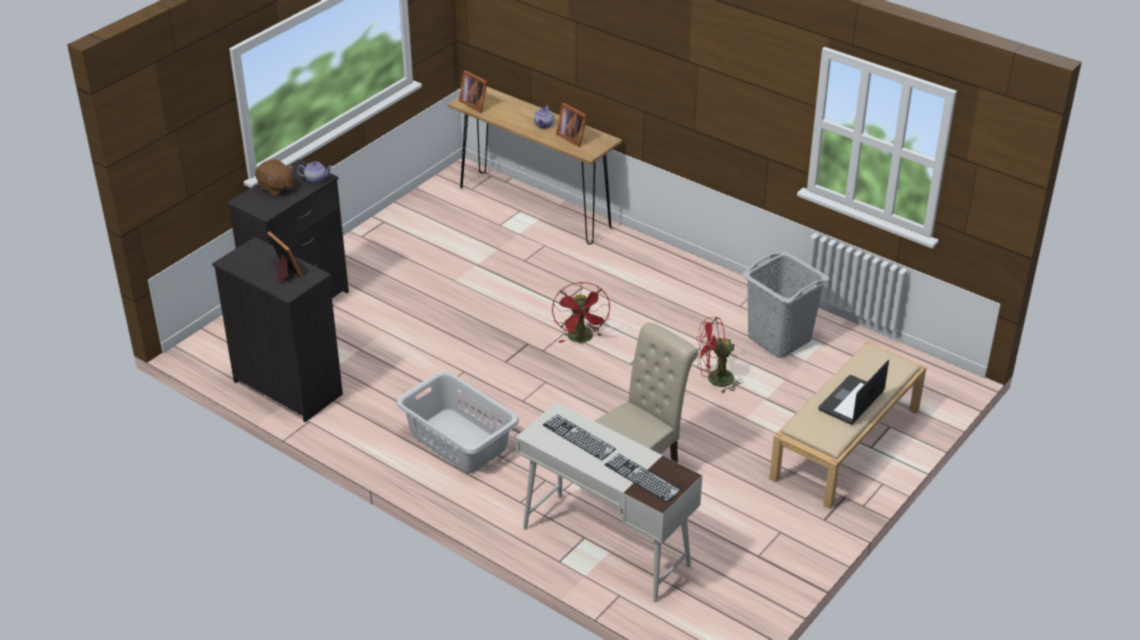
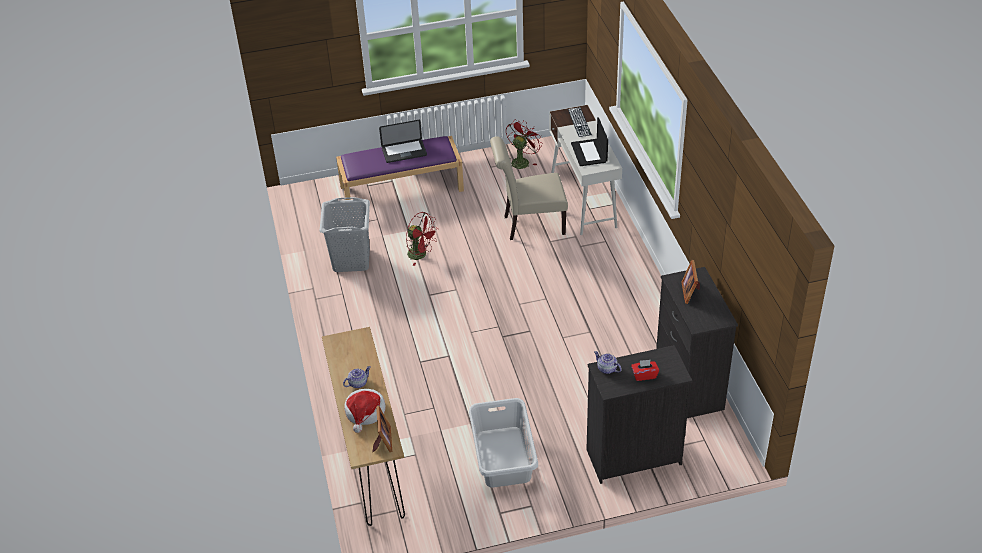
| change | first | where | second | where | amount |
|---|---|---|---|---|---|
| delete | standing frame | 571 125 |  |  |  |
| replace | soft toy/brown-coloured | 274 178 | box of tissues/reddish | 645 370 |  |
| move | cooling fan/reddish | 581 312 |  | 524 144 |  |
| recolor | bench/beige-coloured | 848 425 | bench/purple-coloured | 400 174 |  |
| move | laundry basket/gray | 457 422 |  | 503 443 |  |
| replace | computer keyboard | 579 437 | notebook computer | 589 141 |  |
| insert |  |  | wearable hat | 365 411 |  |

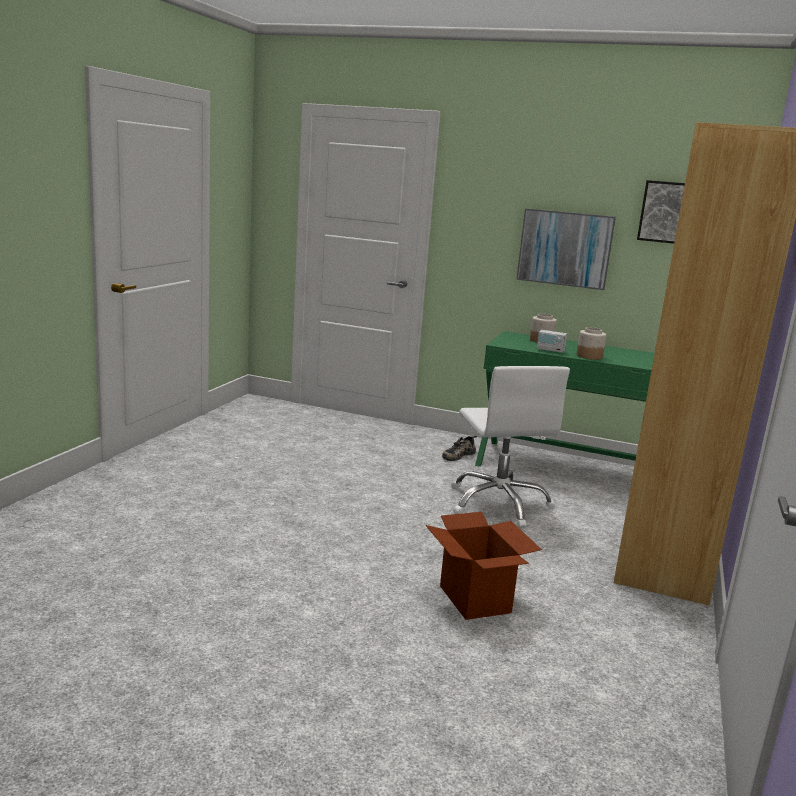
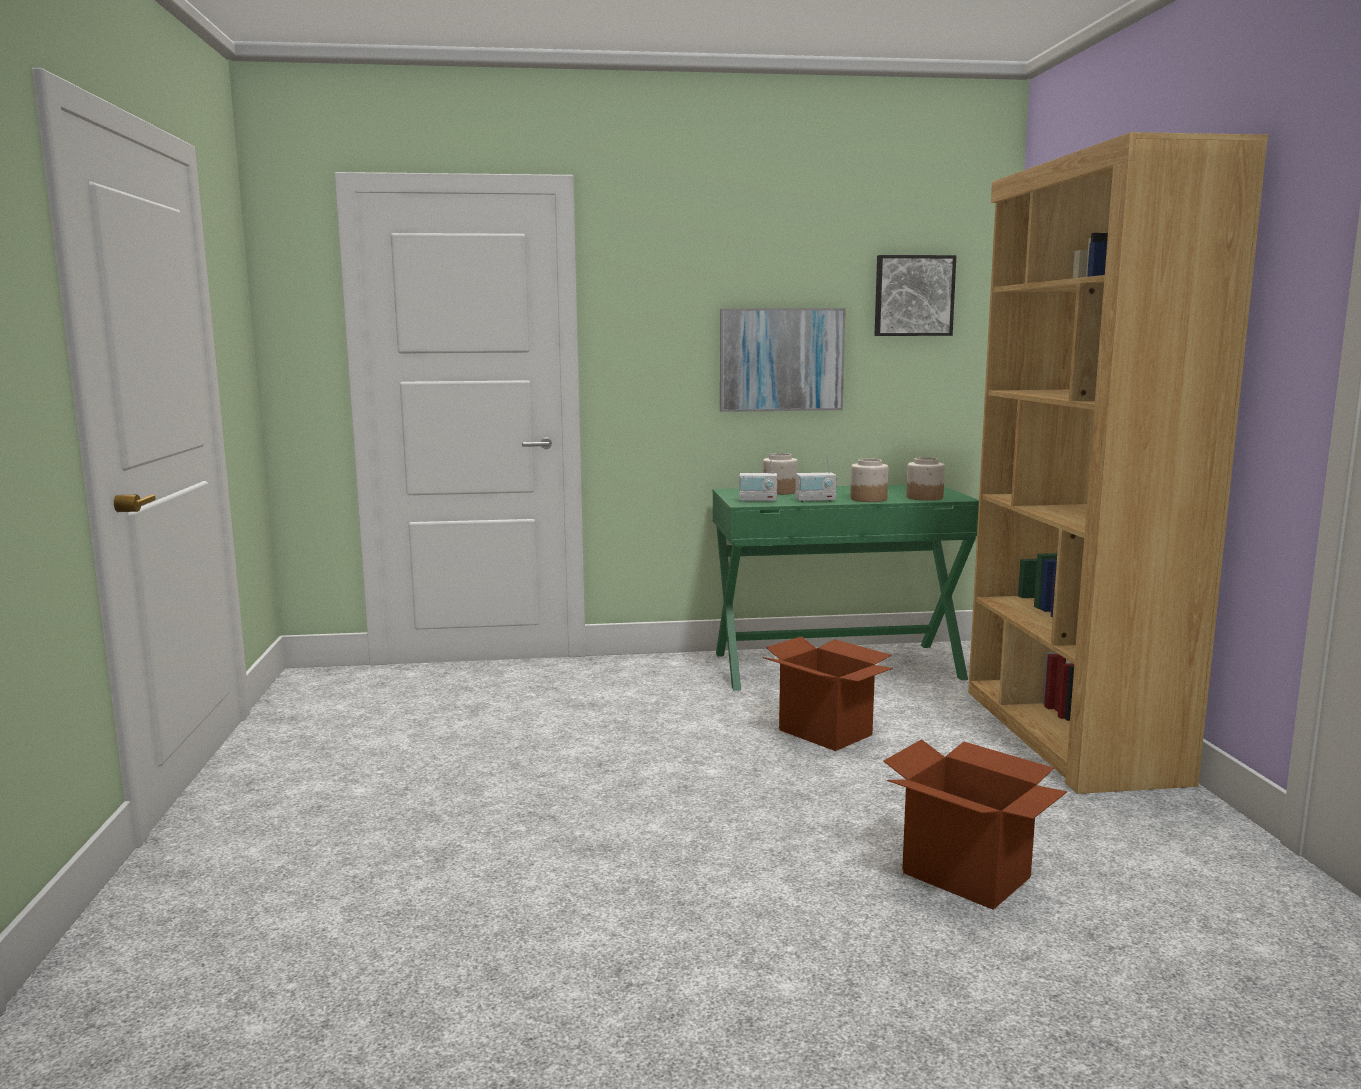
| change | first | where | second | where | amount |
|---|---|---|---|---|---|
| replace | computer chair/white | 510 447 | packing box | 827 693 |  |
| delete | low shoe | 459 448 |  |  |  |
| insert |  |  | radio | 758 478 |  |
| insert |  |  | jar | 925 479 |  |

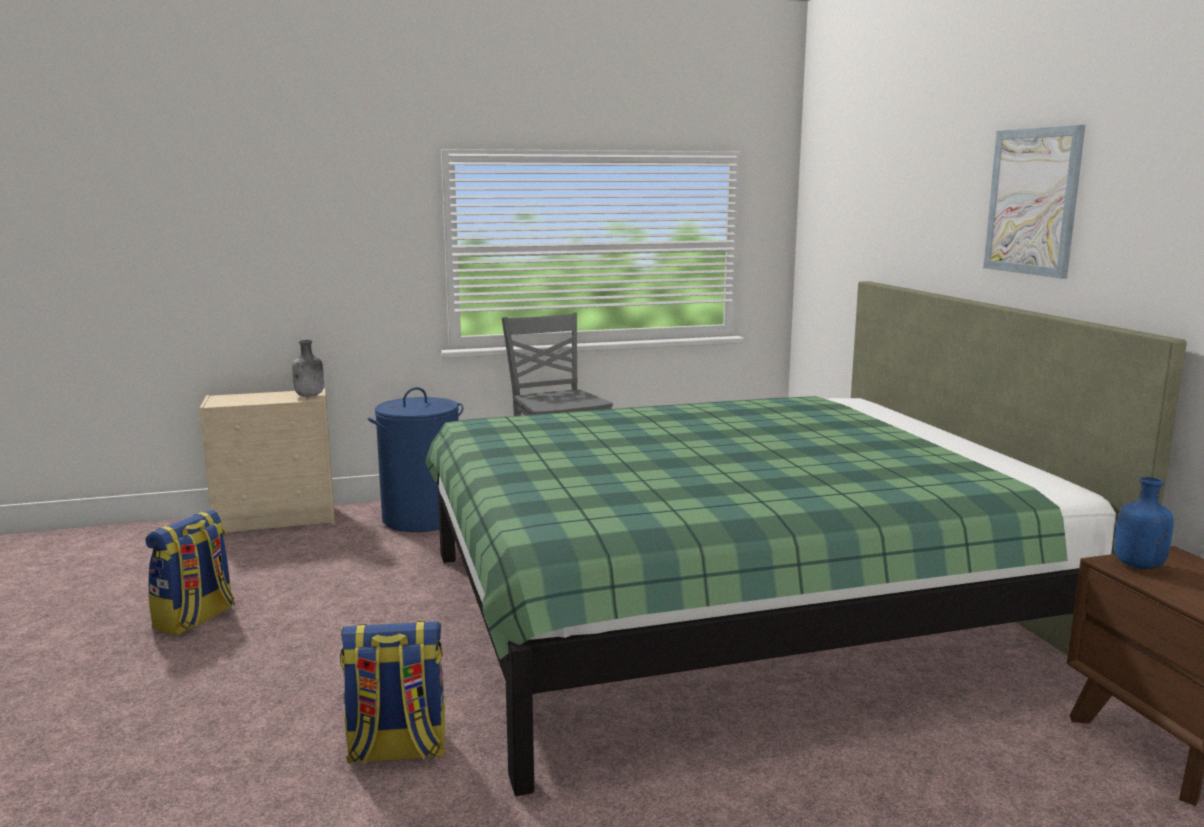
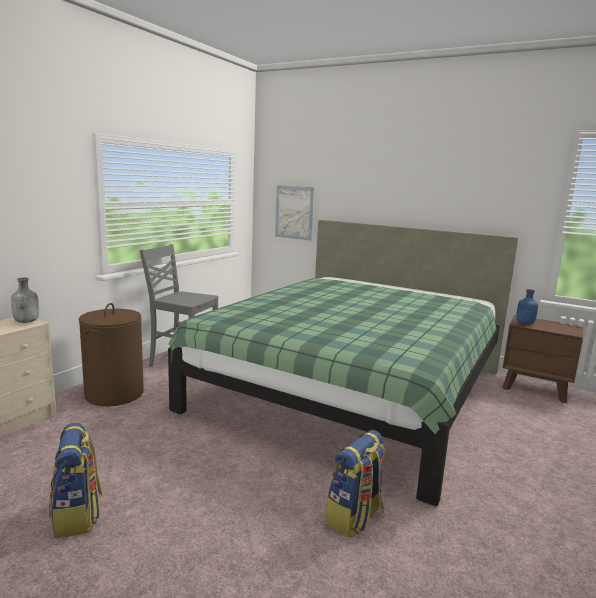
| change | first | where | second | where | amount |
|---|---|---|---|---|---|
| move | wall art | 1034 202 |  | 295 213 |  |
| recolor | laundry basket/blue-coloured | 416 459 | laundry basket/brown-coloured | 111 354 |  |

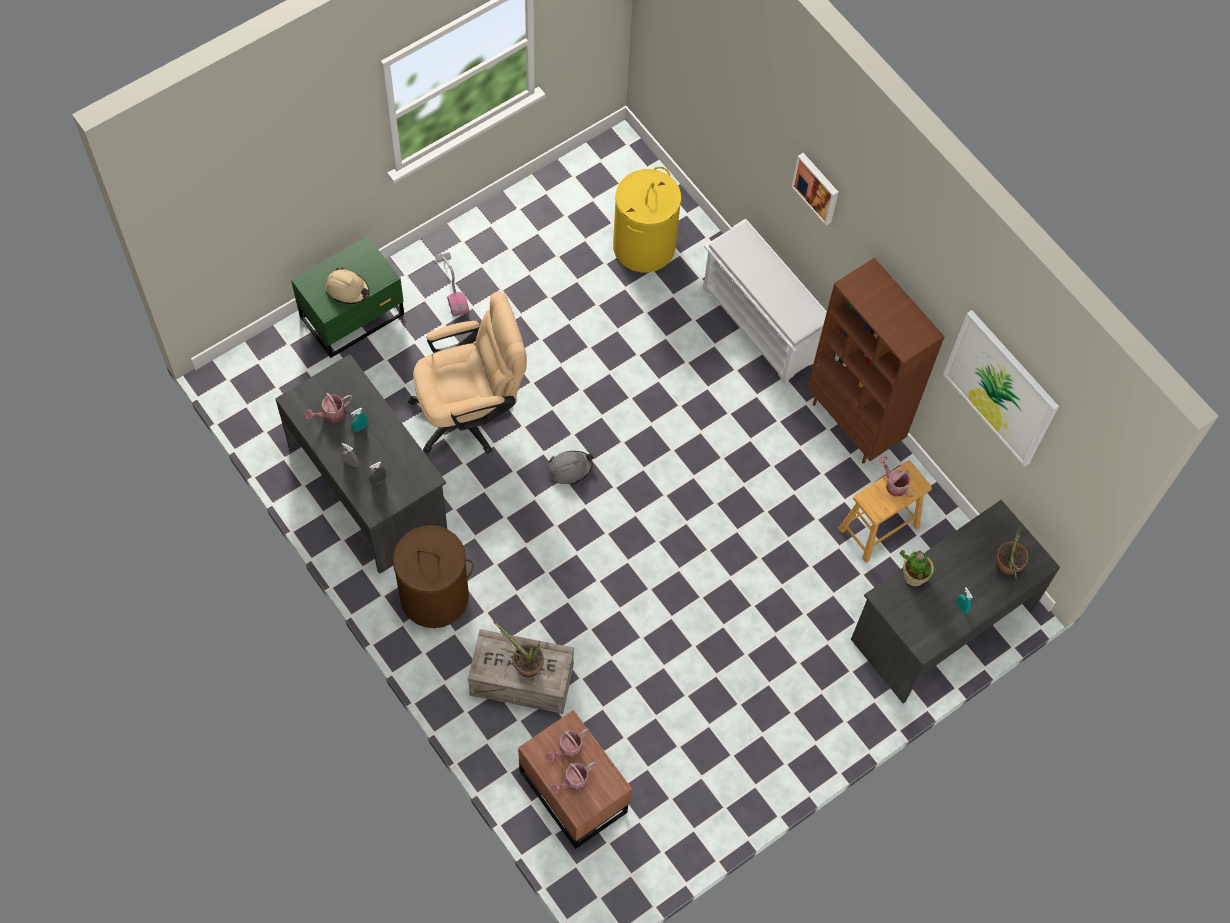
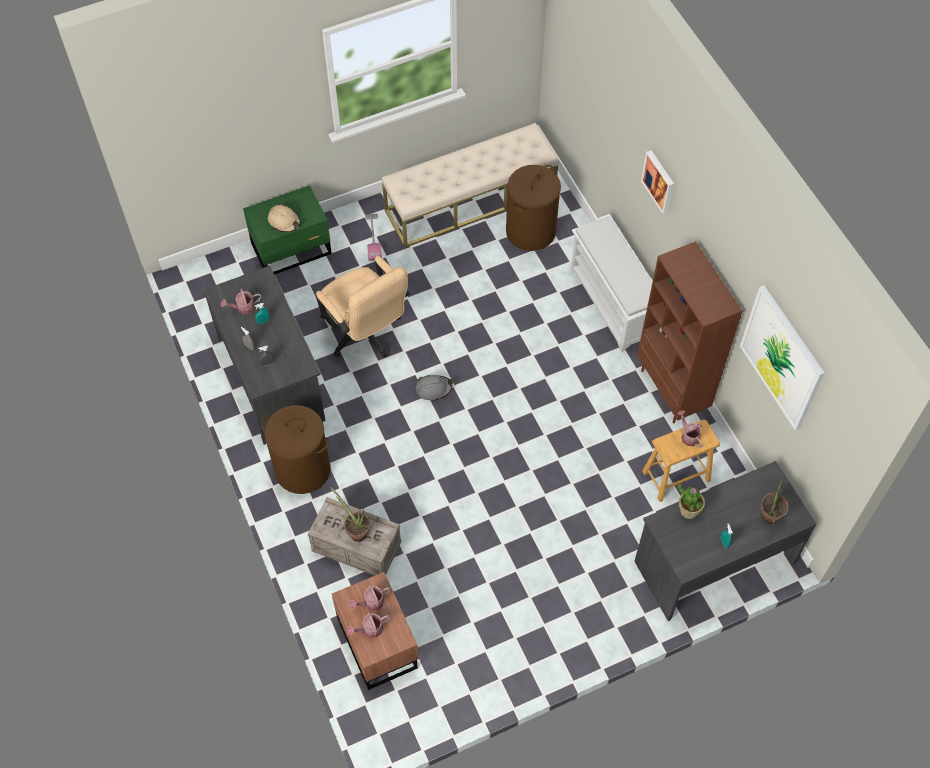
| change | first | where | second | where | amount |
|---|---|---|---|---|---|
| recolor | laundry basket/yellowish | 647 219 | laundry basket/brown-coloured | 533 208 |  |
| rotate | computer chair/beige-coloured | 467 373 |  | 363 307 | 60 degrees clockwise |
| insert |  |  | bench/beige-coloured | 470 185 |  |

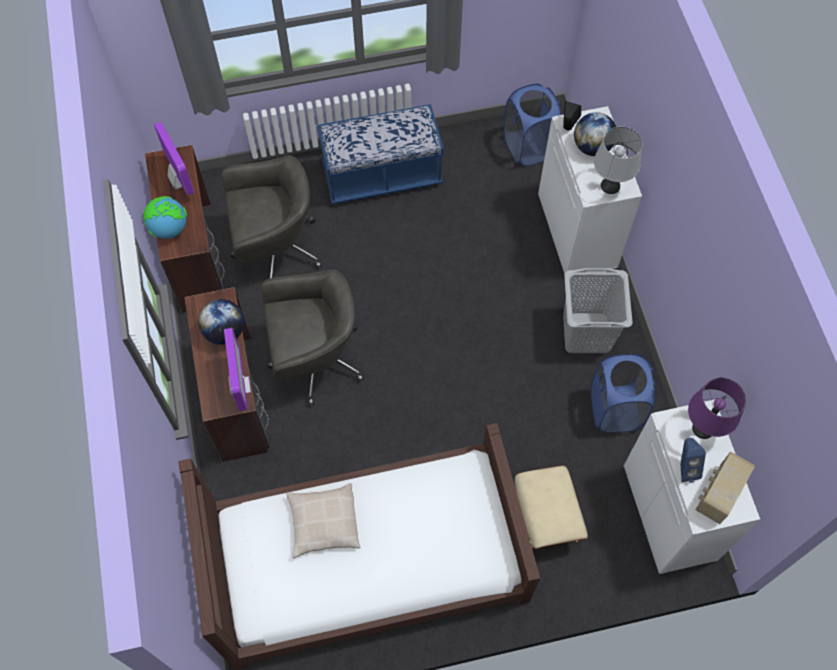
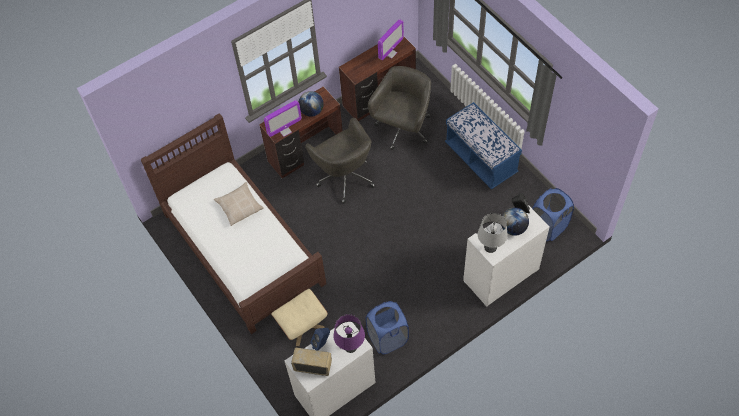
| change | first | where | second | where | amount |
|---|---|---|---|---|---|
| rotate | computer chair/gray | 271 216 |  | 399 108 | 120 degrees counterclockwise |
| delete | world globe | 165 217 |  |  |  |
| delete | laundry basket/gray | 598 310 |  |  |  |

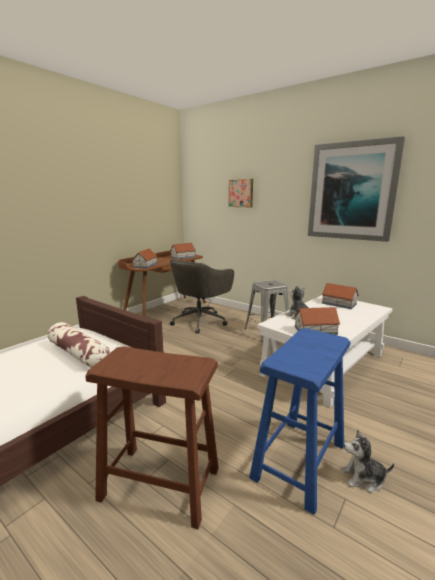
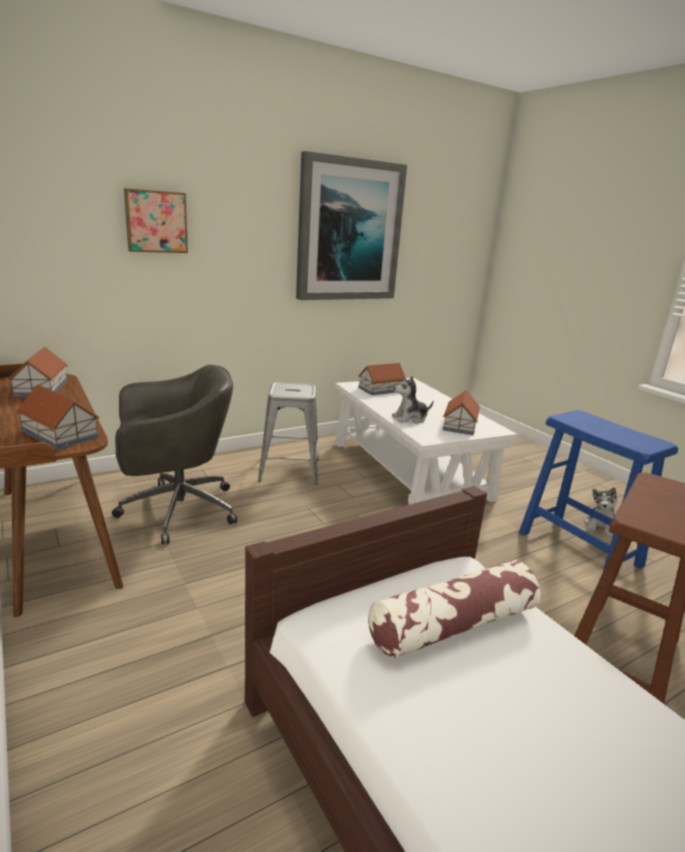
| change | first | where | second | where | amount |
|---|---|---|---|---|---|
| rotate | computer chair/gray | 202 296 |  | 174 454 | 75 degrees counterclockwise |

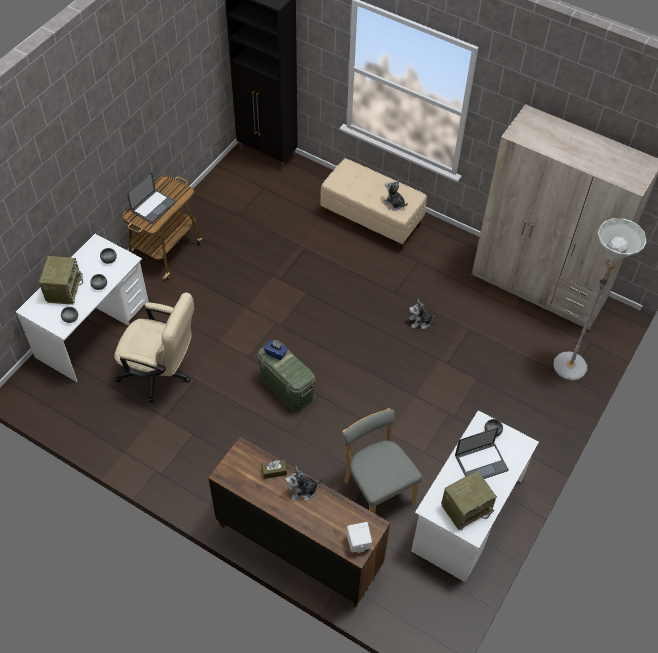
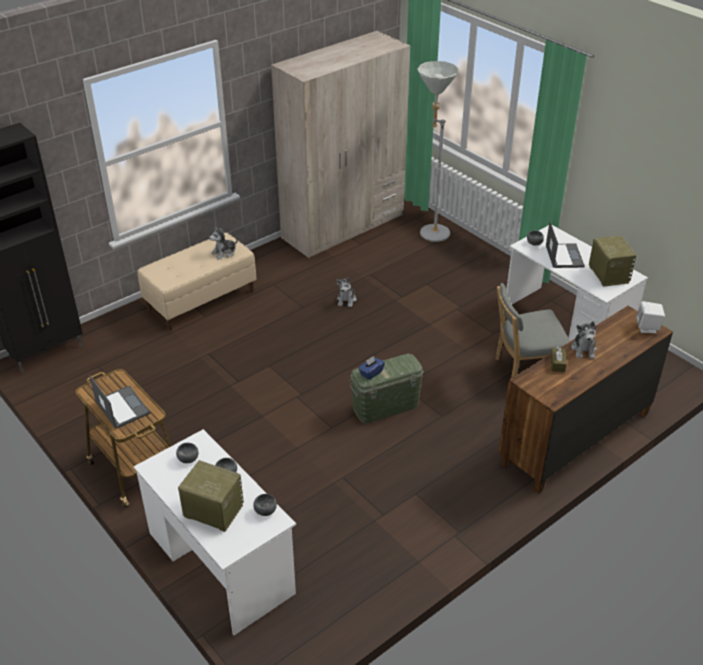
| change | first | where | second | where | amount |
|---|---|---|---|---|---|
| delete | computer chair/beige-coloured | 154 347 |  |  |  |

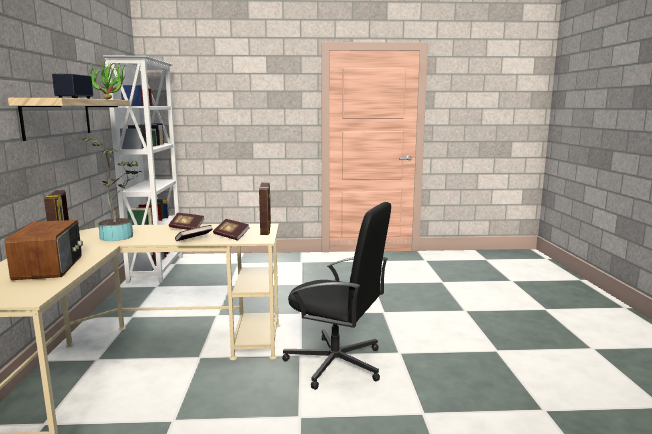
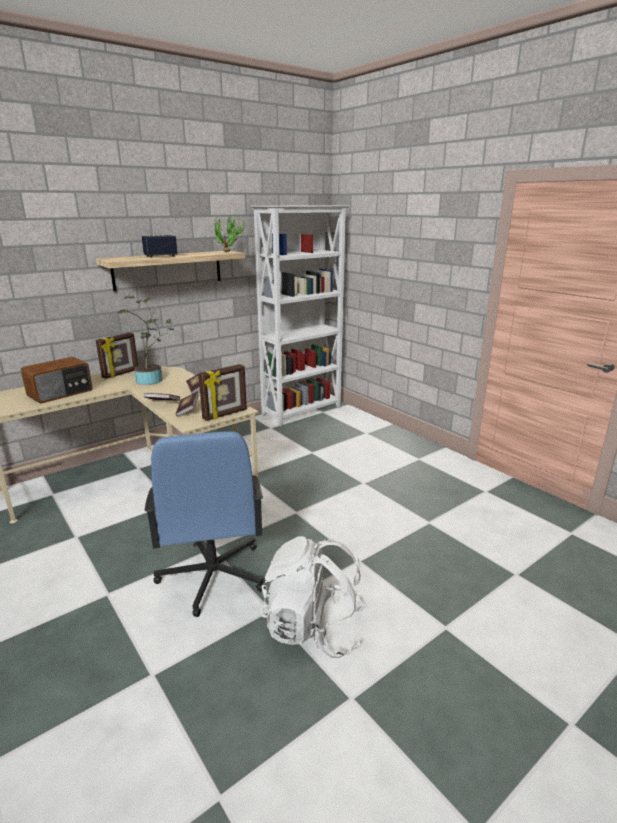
| change | first | where | second | where | amount |
|---|---|---|---|---|---|
| recolor | computer chair/blackish | 336 296 | computer chair/blue-coloured | 205 524 |  |
| insert |  |  | knapsack/white | 313 597 |  |

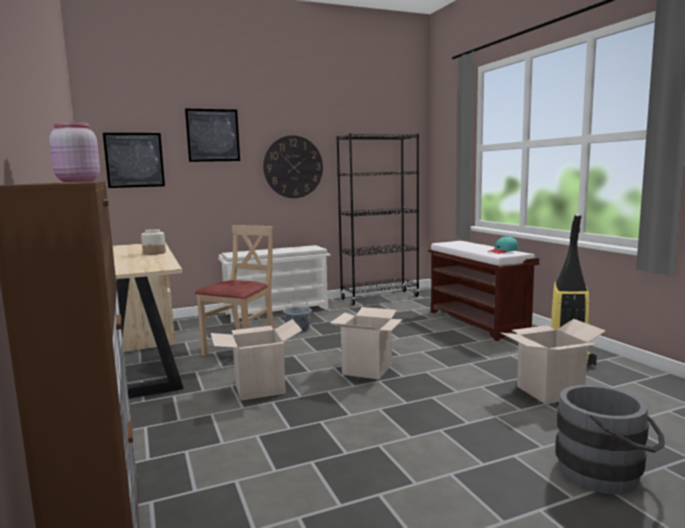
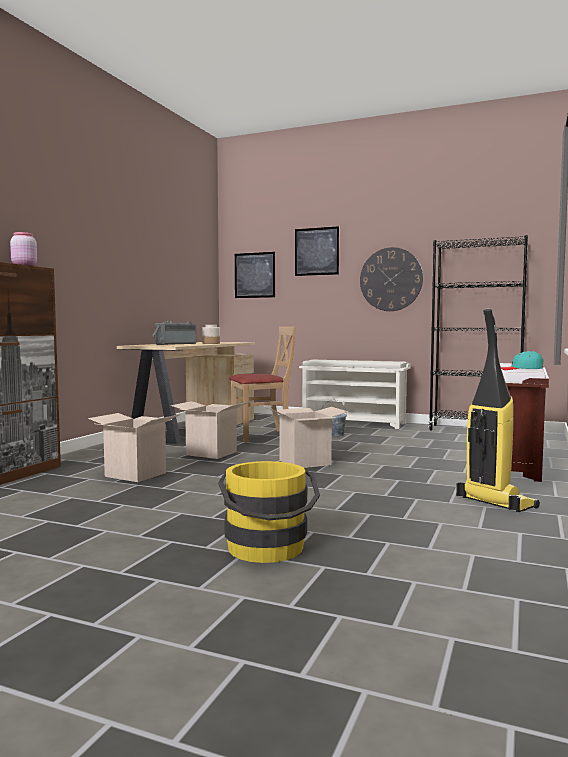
| change | first | where | second | where | amount |
|---|---|---|---|---|---|
| move | packing box | 553 361 |  | 134 447 |  |
| recolor | water bucket/gray | 610 439 | water bucket/yellowish | 269 512 |  |
| insert |  |  | radio | 174 333 |  |

